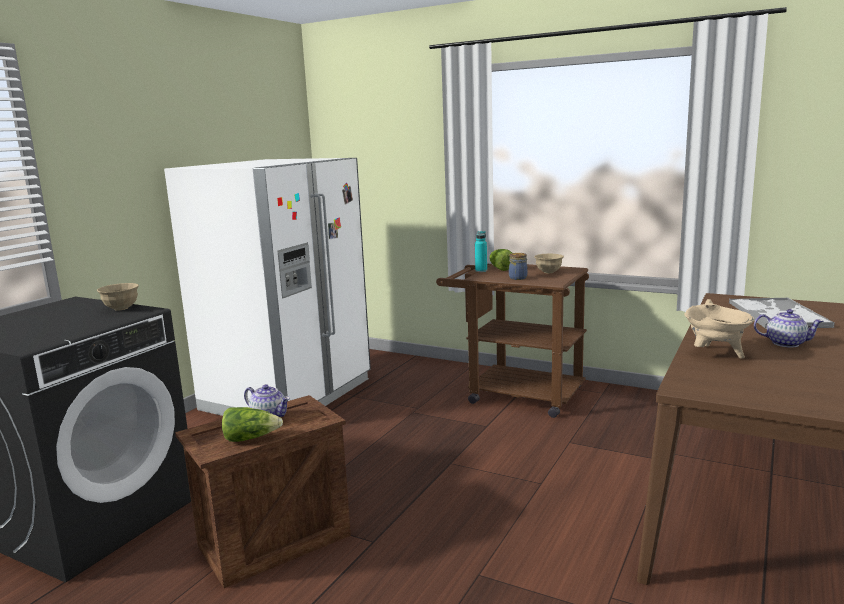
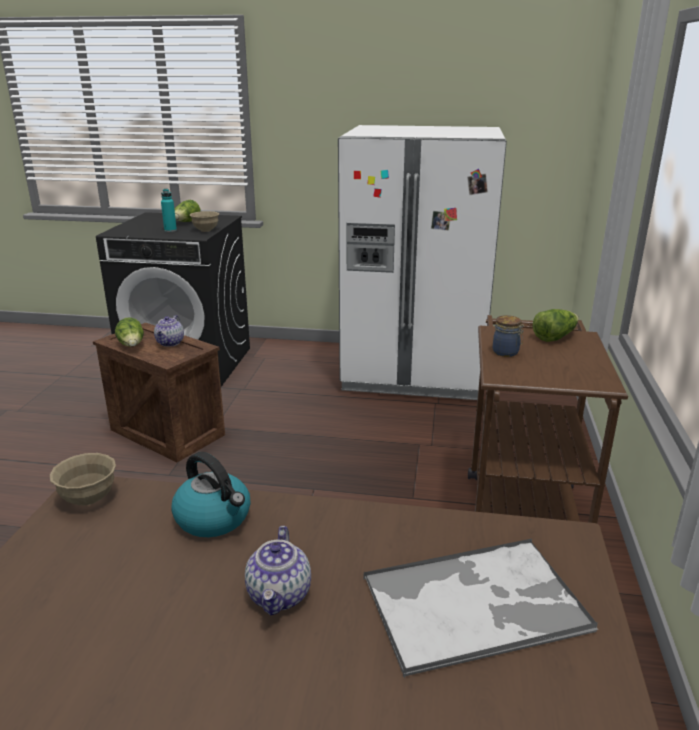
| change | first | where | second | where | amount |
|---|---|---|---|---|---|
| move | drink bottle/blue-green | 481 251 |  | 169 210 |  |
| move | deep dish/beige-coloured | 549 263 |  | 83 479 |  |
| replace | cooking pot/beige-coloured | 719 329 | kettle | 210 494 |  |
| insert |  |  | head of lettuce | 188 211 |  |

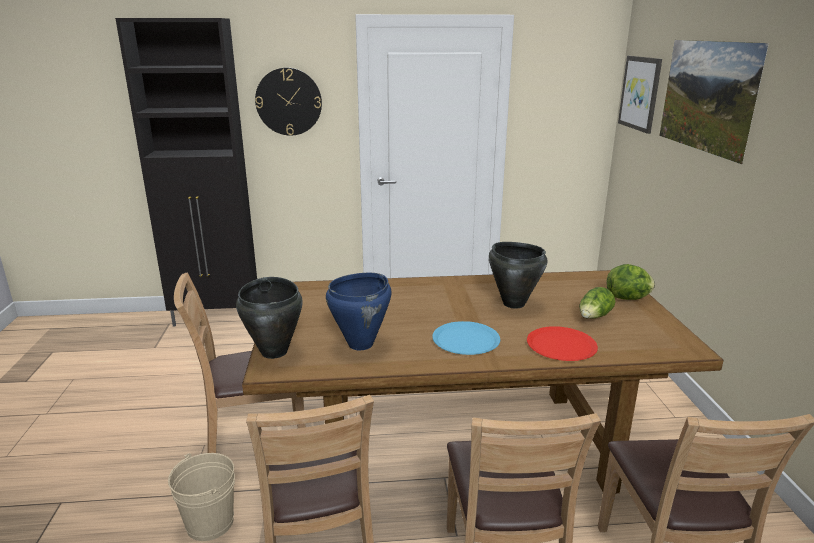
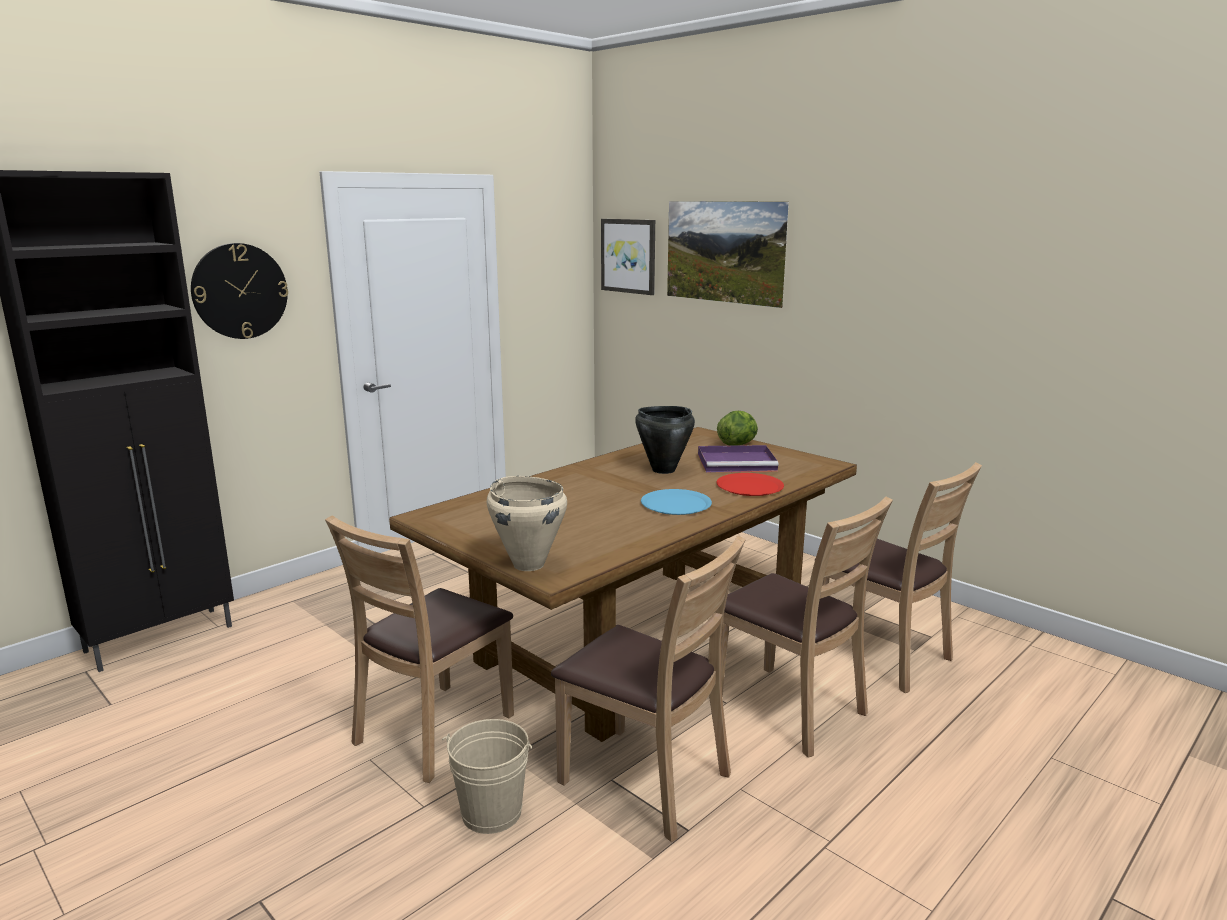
| change | first | where | second | where | amount |
|---|---|---|---|---|---|
| delete | cooking pot/blue-coloured | 359 311 |  |  |  |
| recolor | cooking pot/blackish | 269 318 | cooking pot/beige-coloured | 527 523 |  |
| replace | head of lettuce | 597 303 | tray/purple-coloured | 738 458 |  |

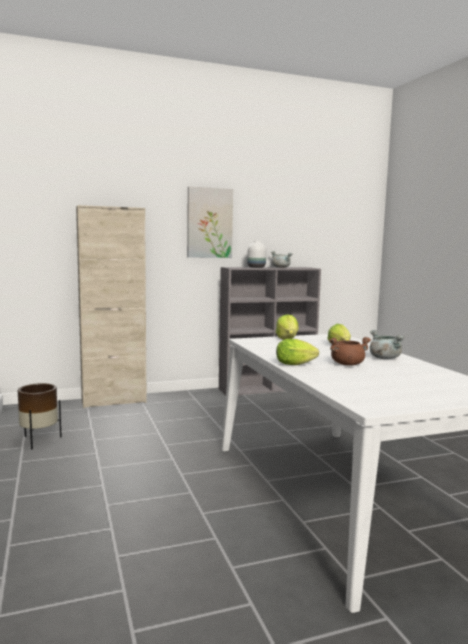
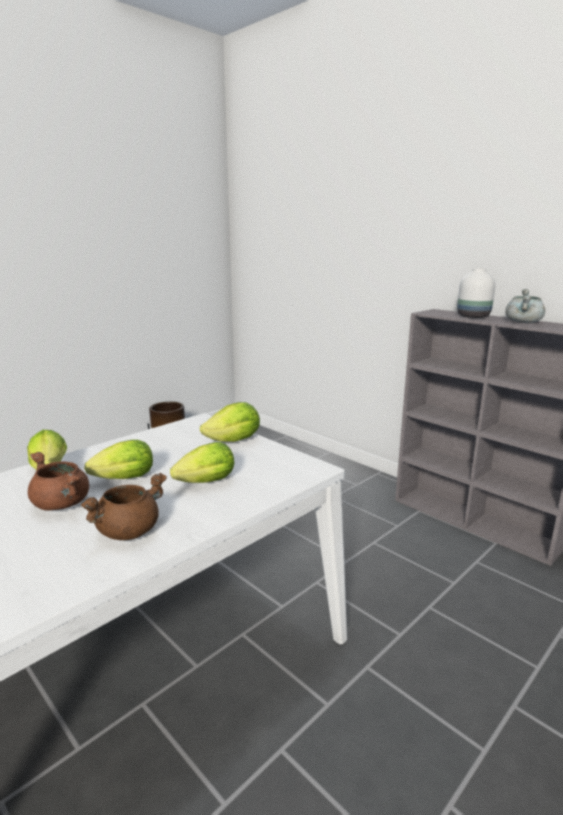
| change | first | where | second | where | amount |
|---|---|---|---|---|---|
| delete | wall art | 210 222 |  |  |  |
| delete | cupboard/beige-coloured | 111 306 |  |  |  |
| recolor | cooking pot/gray | 387 344 | cooking pot/brown-coloured | 124 506 |  |
| insert |  |  | head of lettuce | 118 459 |  |

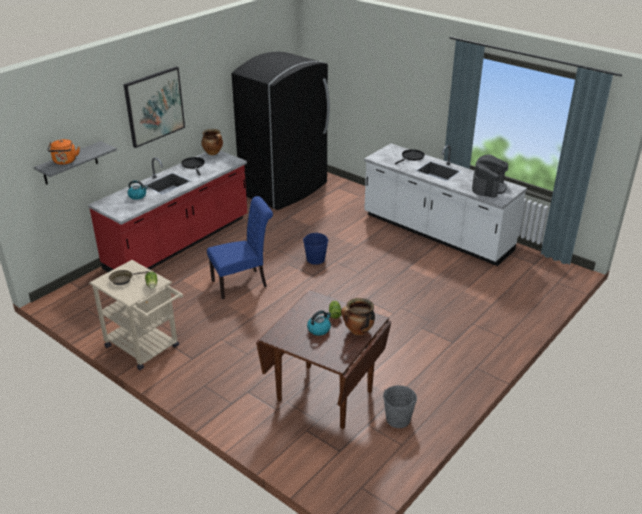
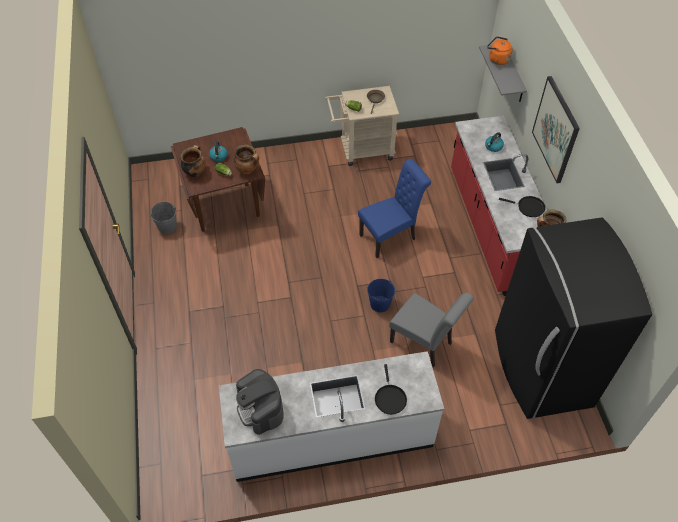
| change | first | where | second | where | amount |
|---|---|---|---|---|---|
| rotate | chair/blue-coloured | 240 247 |  | 394 208 | 135 degrees counterclockwise |
| insert |  |  | cooking pot | 246 159 |  |
| insert |  |  | chair/gray | 431 330 |  |

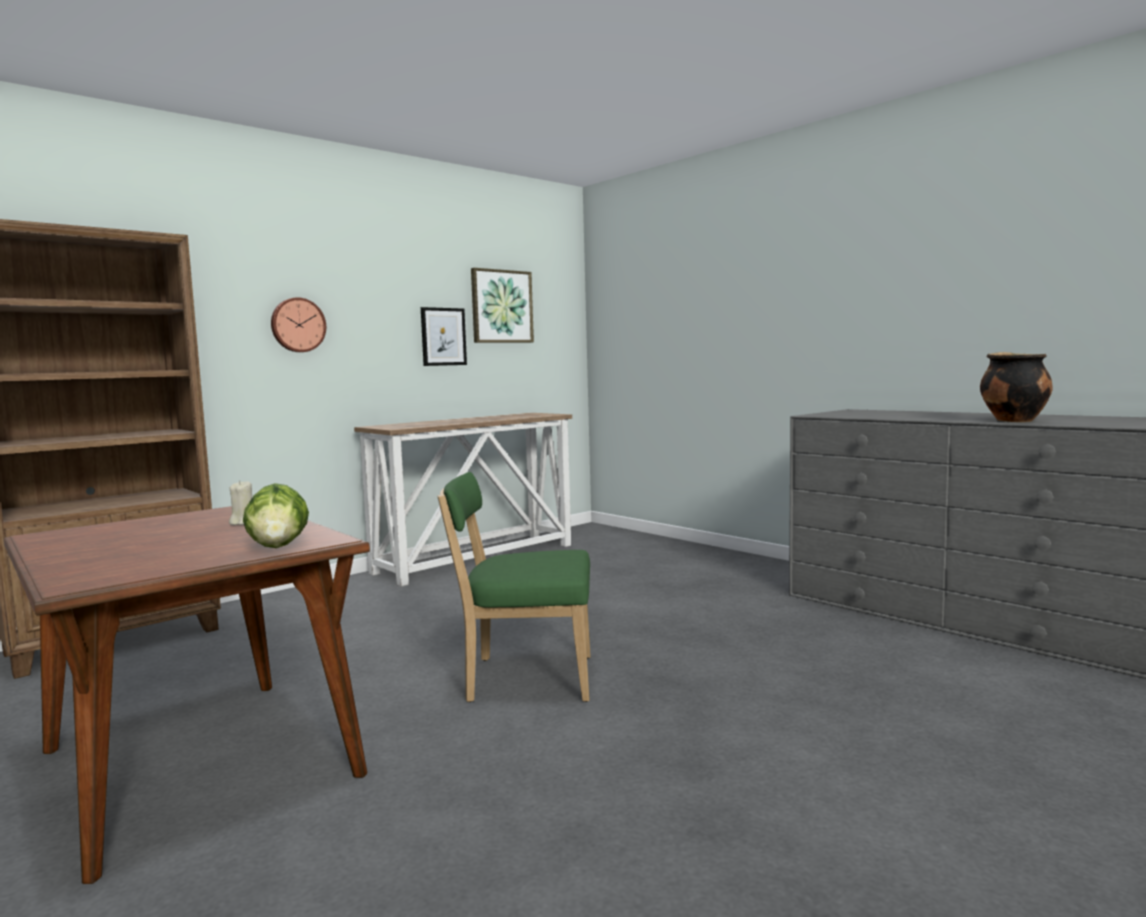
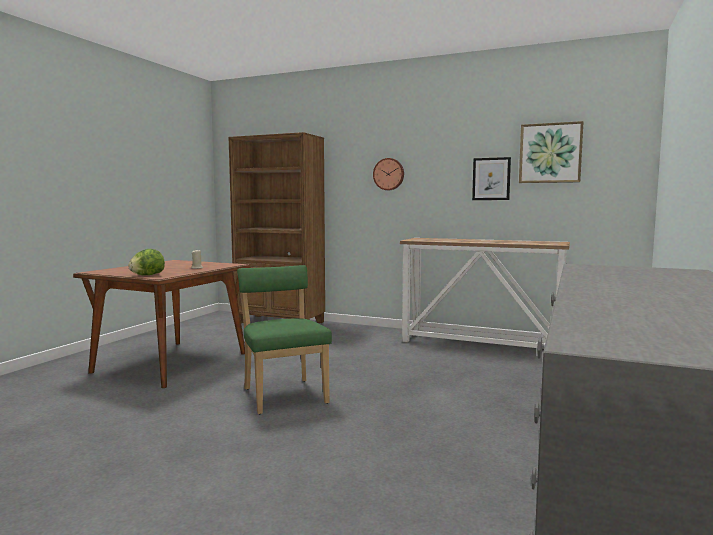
| change | first | where | second | where | amount |
|---|---|---|---|---|---|
| delete | cooking pot | 1016 387 |  |  |  |

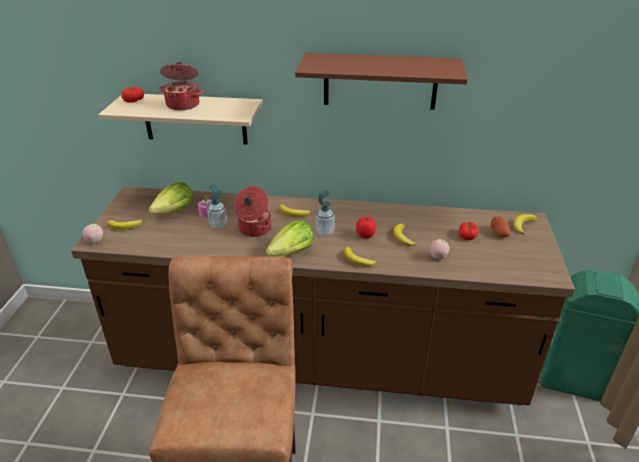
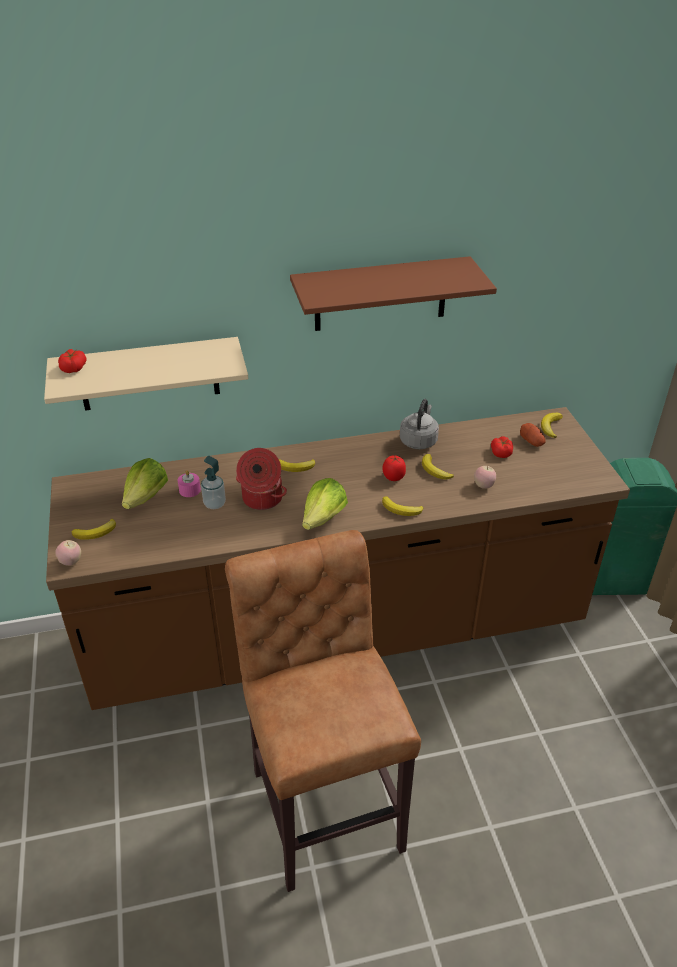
| change | first | where | second | where | amount |
|---|---|---|---|---|---|
| delete | cooking pot | 181 86 |  |  |  |
| delete | liquid soap bottle | 325 213 |  |  |  |
| insert |  |  | kettle/gray | 419 424 |  |

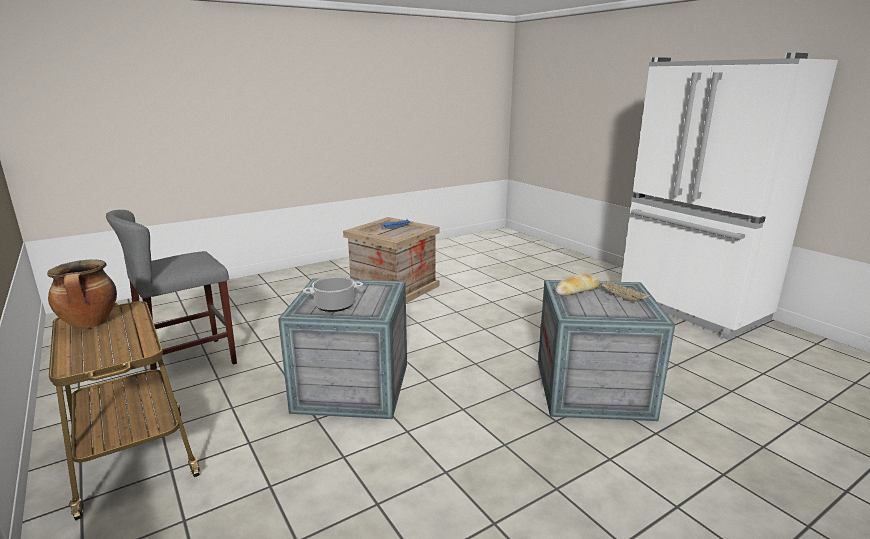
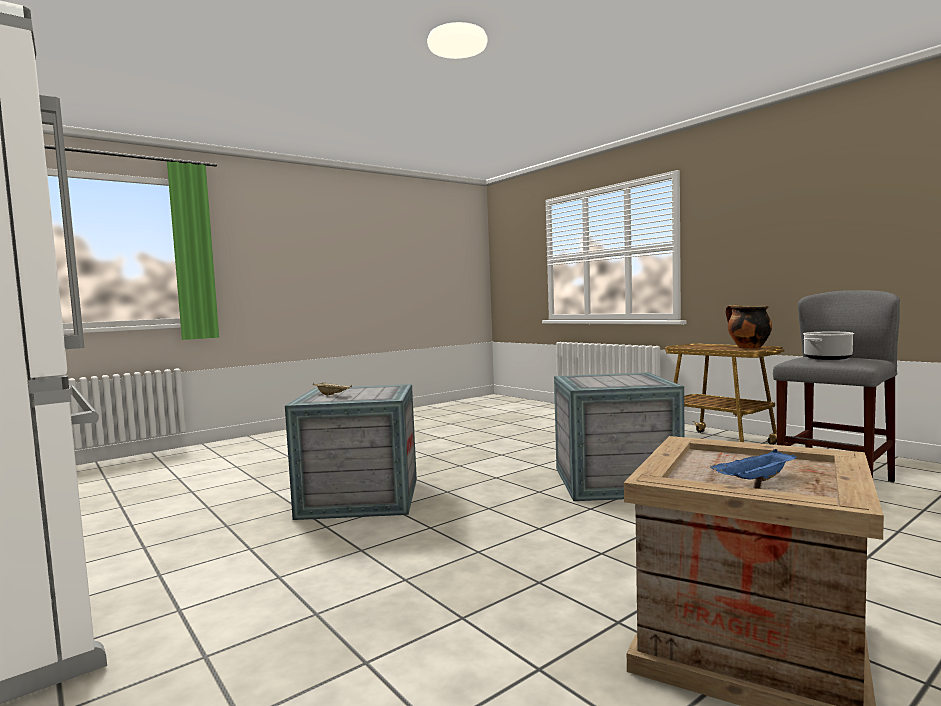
| change | first | where | second | where | amount |
|---|---|---|---|---|---|
| delete | bakery bread | 577 284 |  |  |  |
| move | cooking pot | 333 294 |  | 828 346 |  |

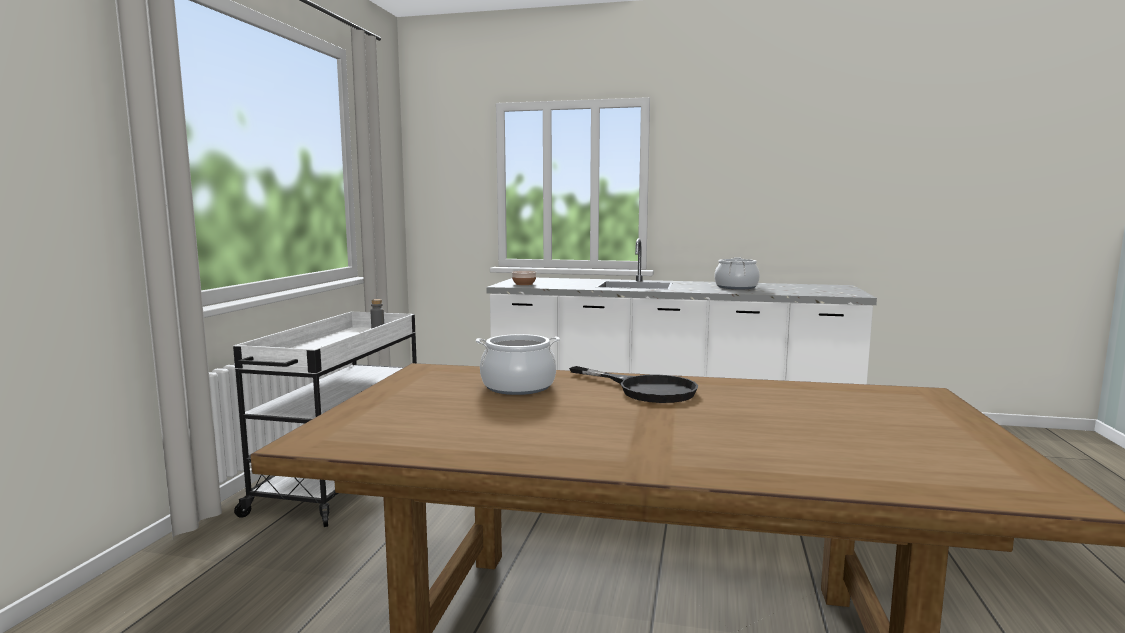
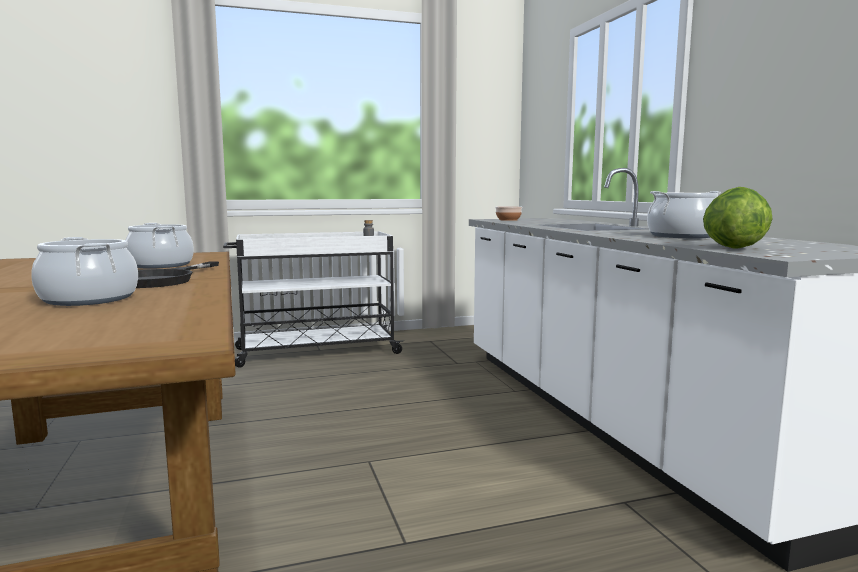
| change | first | where | second | where | amount |
|---|---|---|---|---|---|
| insert |  |  | head of lettuce | 738 218 |  |
| insert |  |  | cooking pot | 84 271 |  |

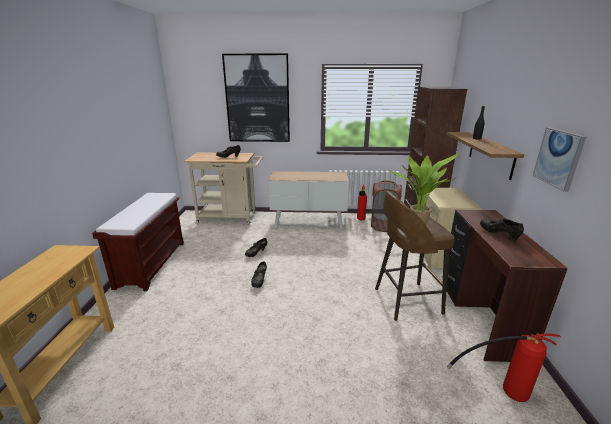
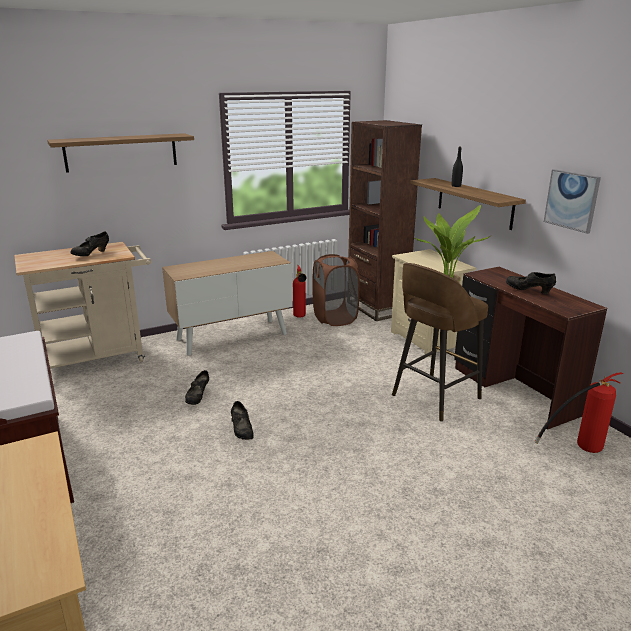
| change | first | where | second | where | amount |
|---|---|---|---|---|---|
| replace | wall art | 256 98 | bracket shelf | 120 153 |  |

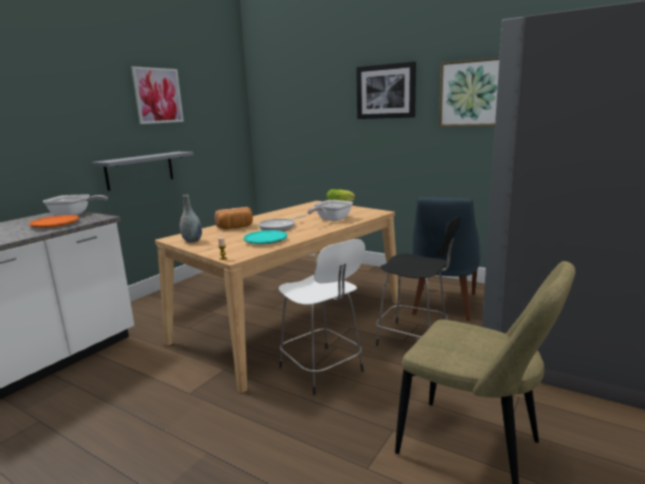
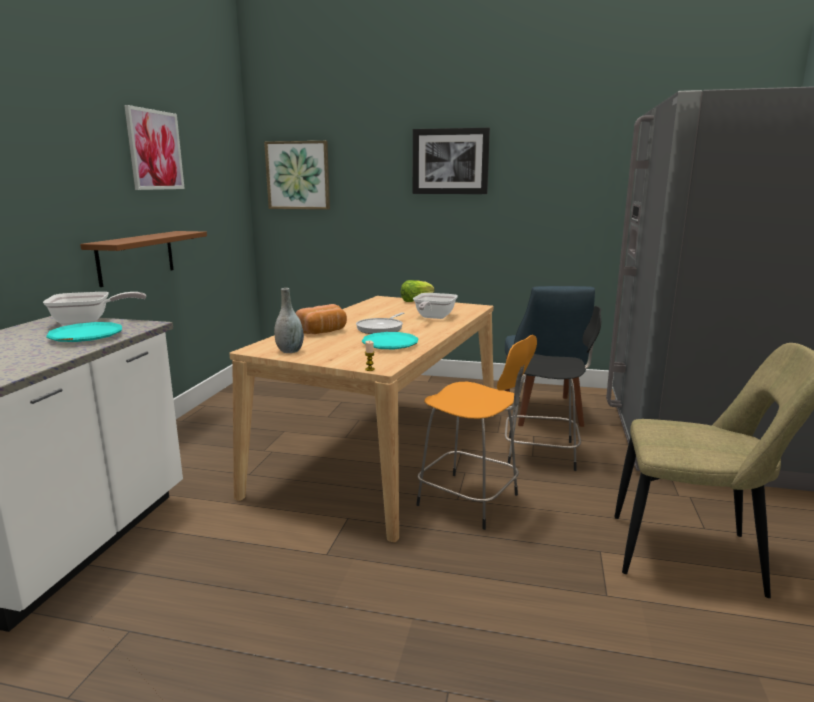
| change | first | where | second | where | amount |
|---|---|---|---|---|---|
| move | wall art | 469 92 |  | 297 175 |  |
| recolor | bracket shelf/gray | 143 171 | bracket shelf/brown-coloured | 143 259 |  |
| recolor | flat dish/orangey | 54 221 | flat dish/blue-green | 84 332 |  |
| recolor | sitting stool/white | 322 317 | sitting stool/orangey | 476 432 |  |

